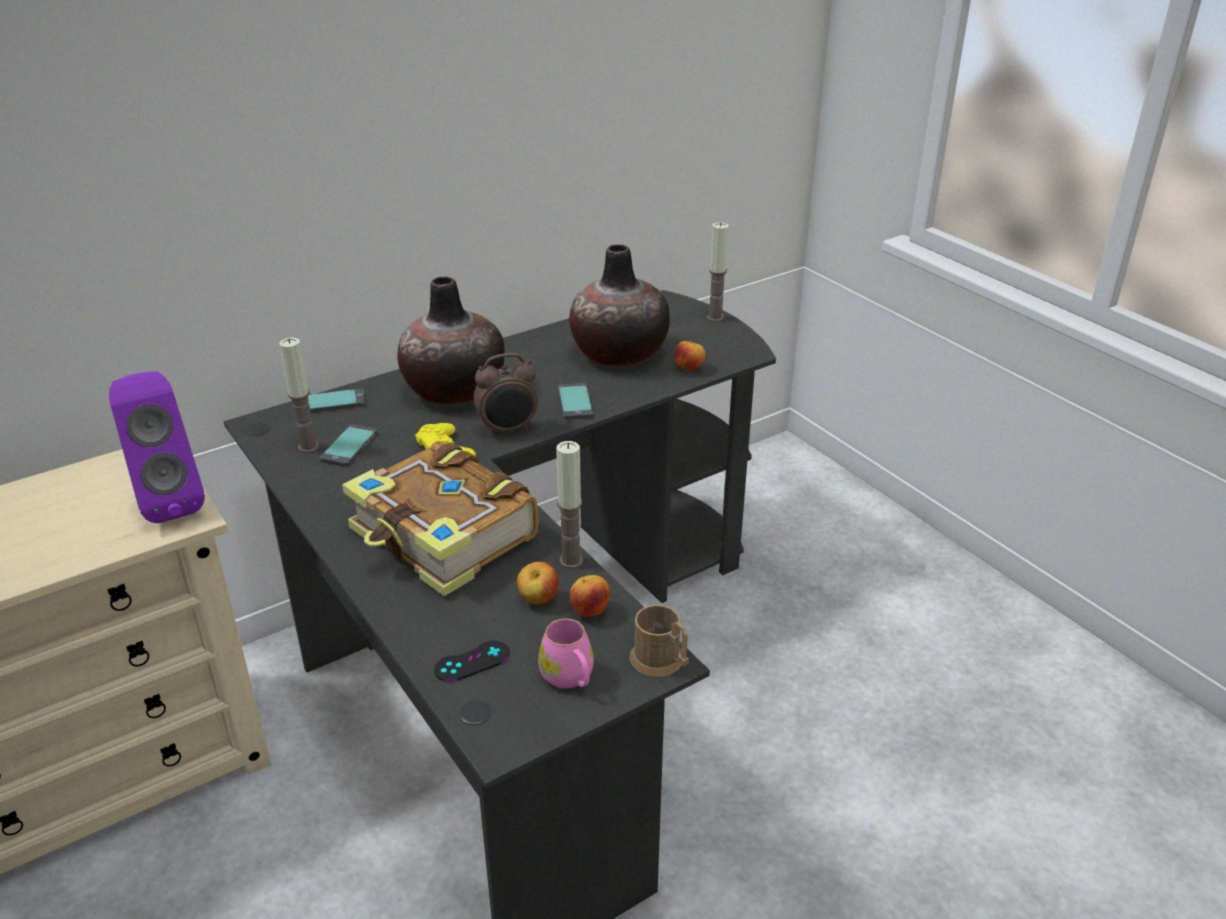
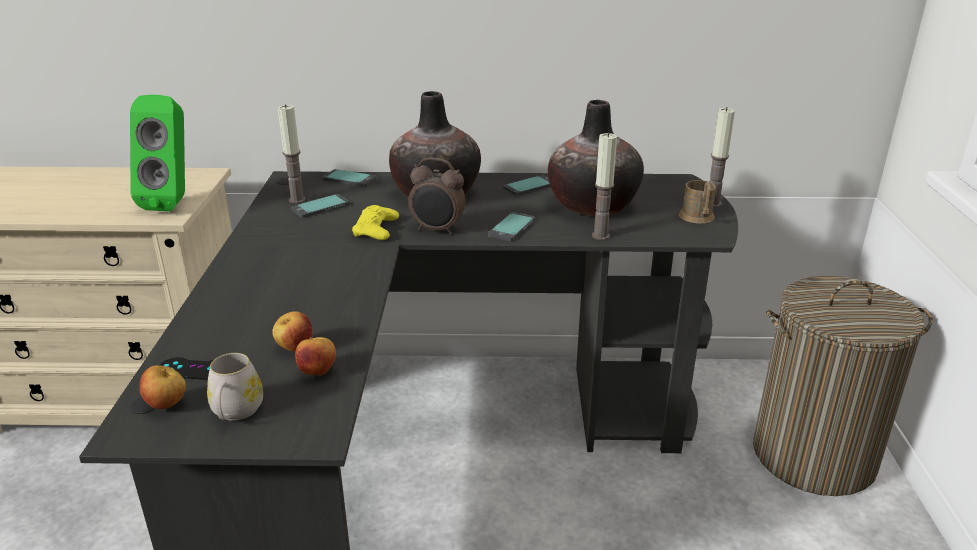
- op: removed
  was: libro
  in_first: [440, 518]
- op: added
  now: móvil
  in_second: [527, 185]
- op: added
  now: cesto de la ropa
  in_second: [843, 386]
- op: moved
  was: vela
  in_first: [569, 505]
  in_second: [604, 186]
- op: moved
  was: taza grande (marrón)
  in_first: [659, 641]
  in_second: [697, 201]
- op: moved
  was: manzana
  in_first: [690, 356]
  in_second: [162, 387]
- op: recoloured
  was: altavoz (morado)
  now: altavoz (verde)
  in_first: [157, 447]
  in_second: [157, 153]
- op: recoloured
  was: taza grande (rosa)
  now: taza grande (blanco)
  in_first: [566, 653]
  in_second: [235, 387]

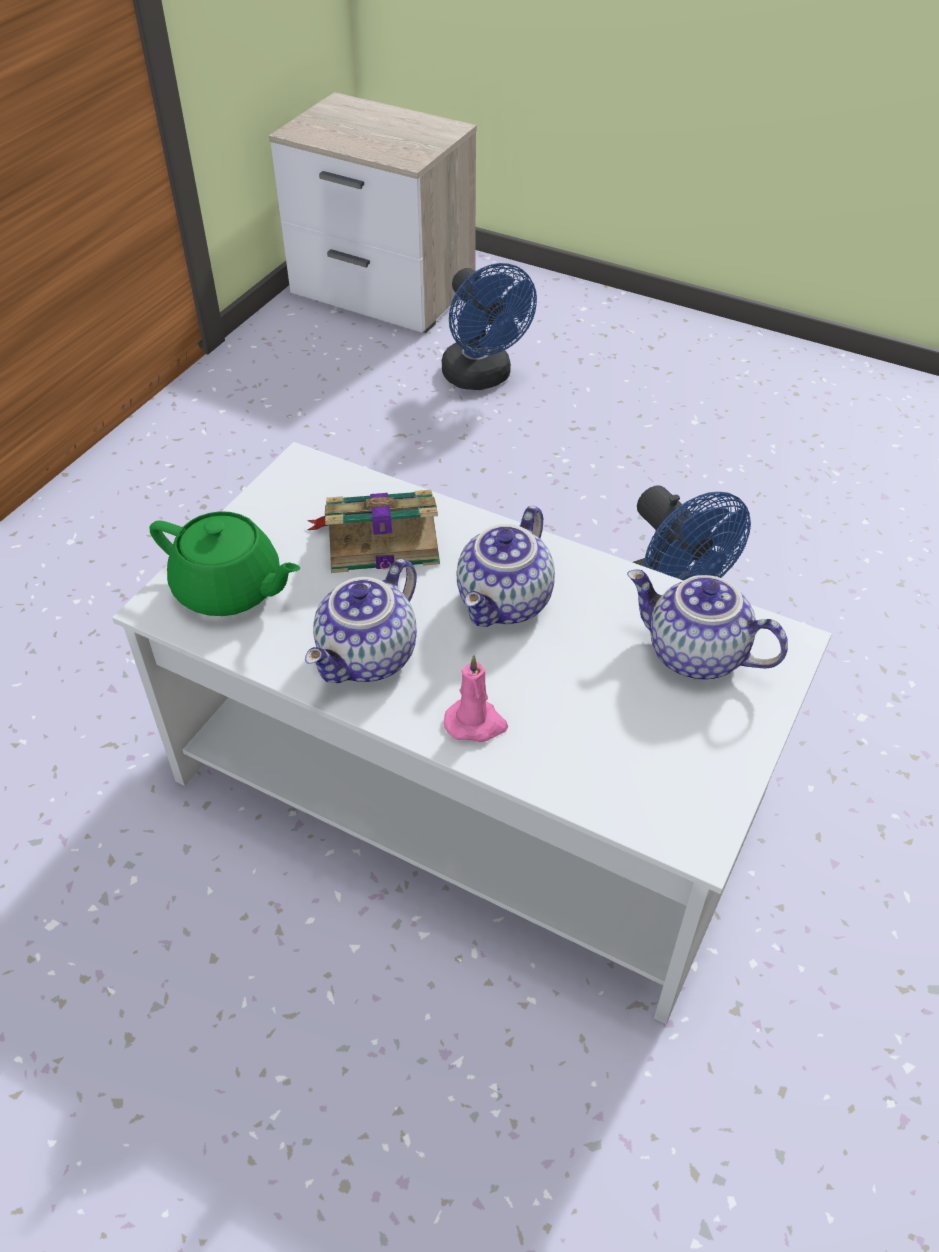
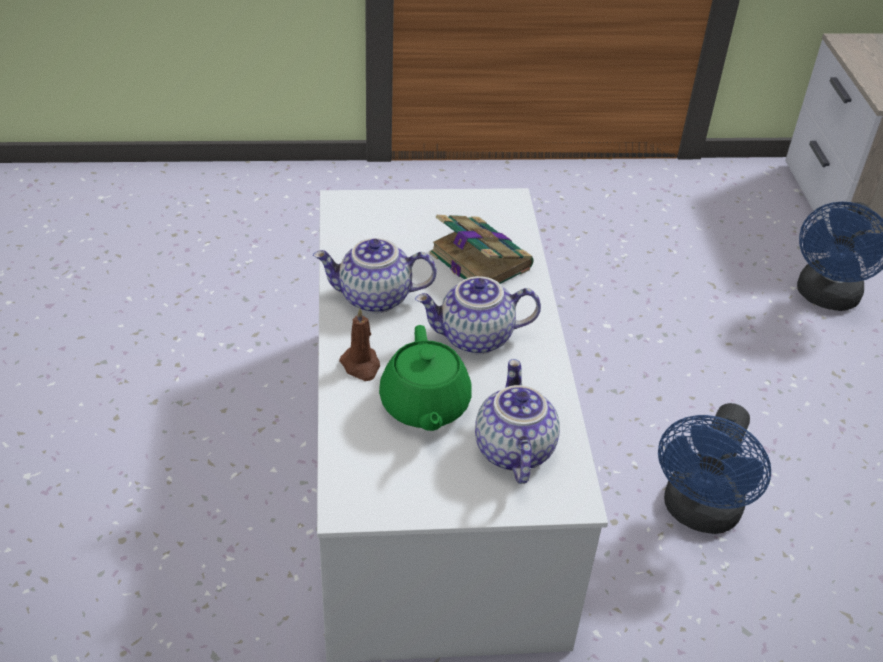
- op: moved
  was: tetera (verde)
  in_first: [225, 563]
  in_second: [425, 378]
- op: recoloured
  was: vela (rosa)
  now: vela (marrón)
  in_first: [476, 698]
  in_second: [359, 344]

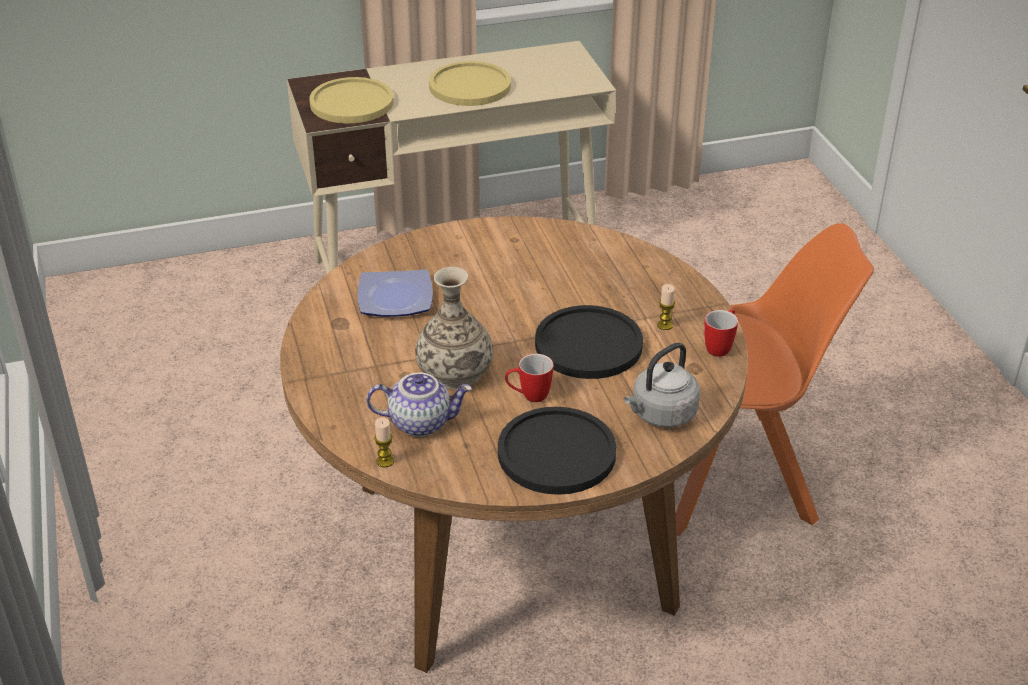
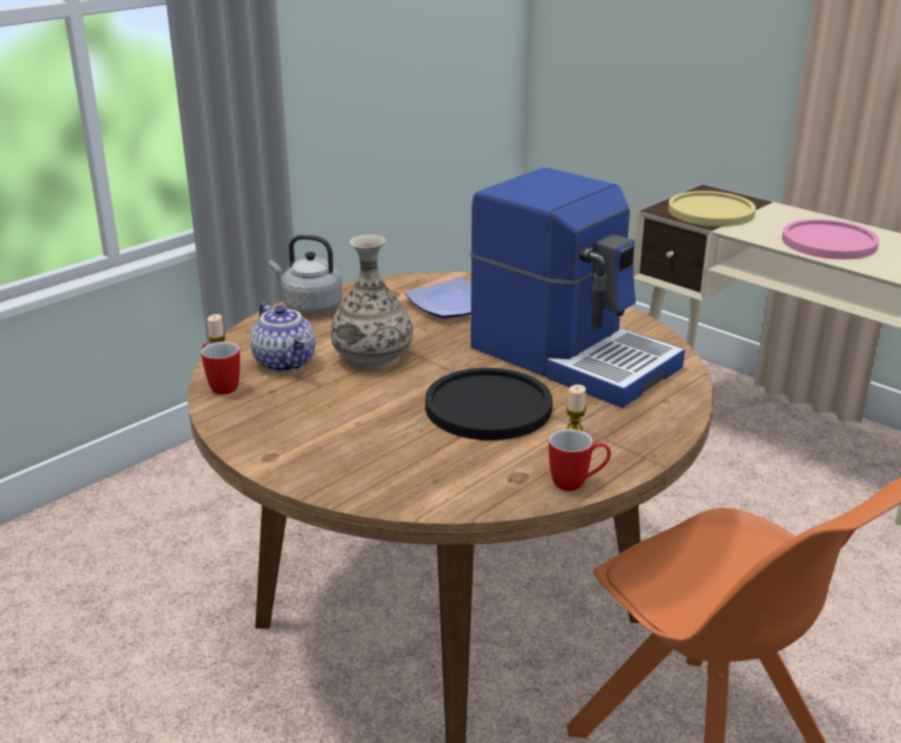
- op: removed
  was: plato (negro)
  in_first: [557, 451]
- op: added
  now: cafetera
  in_second: [577, 288]
- op: moved
  was: taza grande
  in_first: [529, 378]
  in_second: [220, 368]
- op: moved
  was: hervidor (gris)
  in_first: [662, 385]
  in_second: [306, 274]
- op: recoloured
  was: plato (amarillo)
  now: plato (rosa)
  in_first: [470, 83]
  in_second: [830, 239]

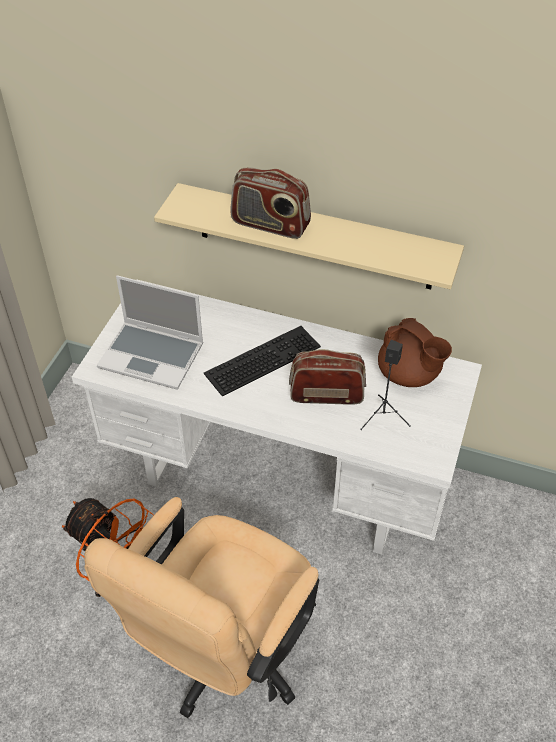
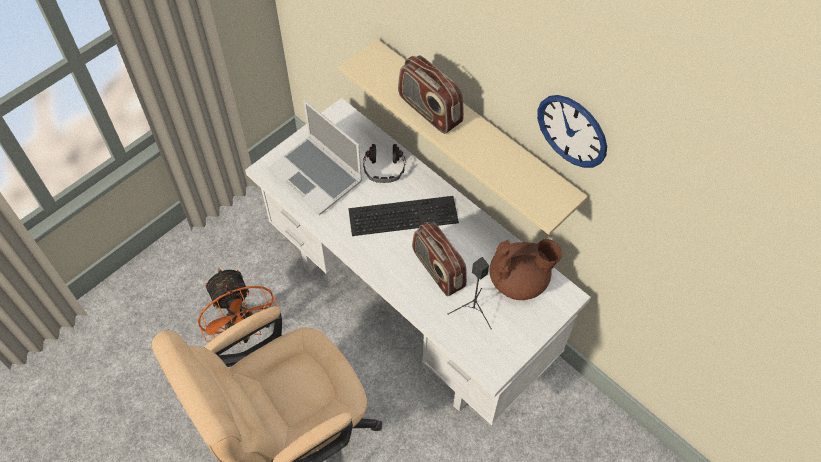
- op: added
  now: auriculares
  in_second: [384, 163]
- op: added
  now: reloj de pared
  in_second: [572, 131]
- op: turned
  was: radio
  in_first: [327, 377]
  in_second: [439, 259]
  clockwise: -150
- op: turned
  was: tetera (marrón)
  in_first: [415, 352]
  in_second: [526, 269]
  clockwise: -75

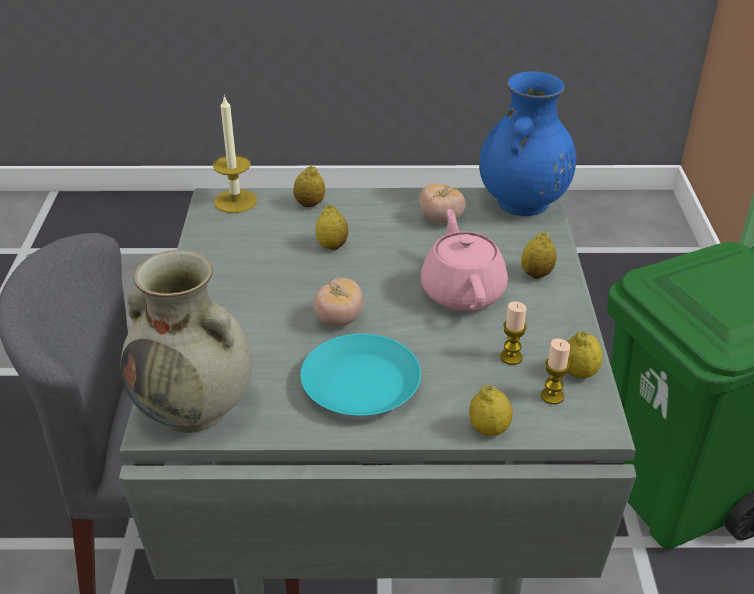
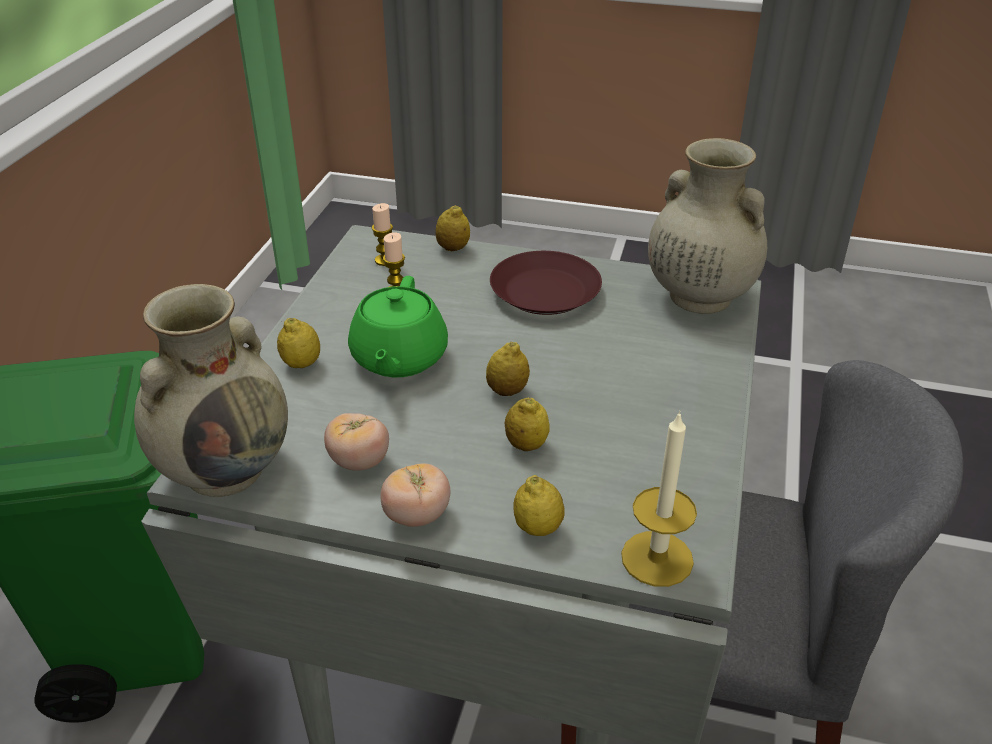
- op: moved
  was: tomate
  in_first: [338, 302]
  in_second: [415, 495]
- op: moved
  was: limón
  in_first: [585, 355]
  in_second: [508, 369]
- op: recoloured
  was: plato (turquesa)
  now: plato (marrón)
  in_first: [361, 375]
  in_second: [546, 283]
- op: recoloured
  was: tetera (rosa)
  now: tetera (verde)
  in_first: [464, 260]
  in_second: [398, 326]
- op: recoloured
  was: florero (azul)
  now: florero (beis)
  in_first: [527, 143]
  in_second: [211, 390]

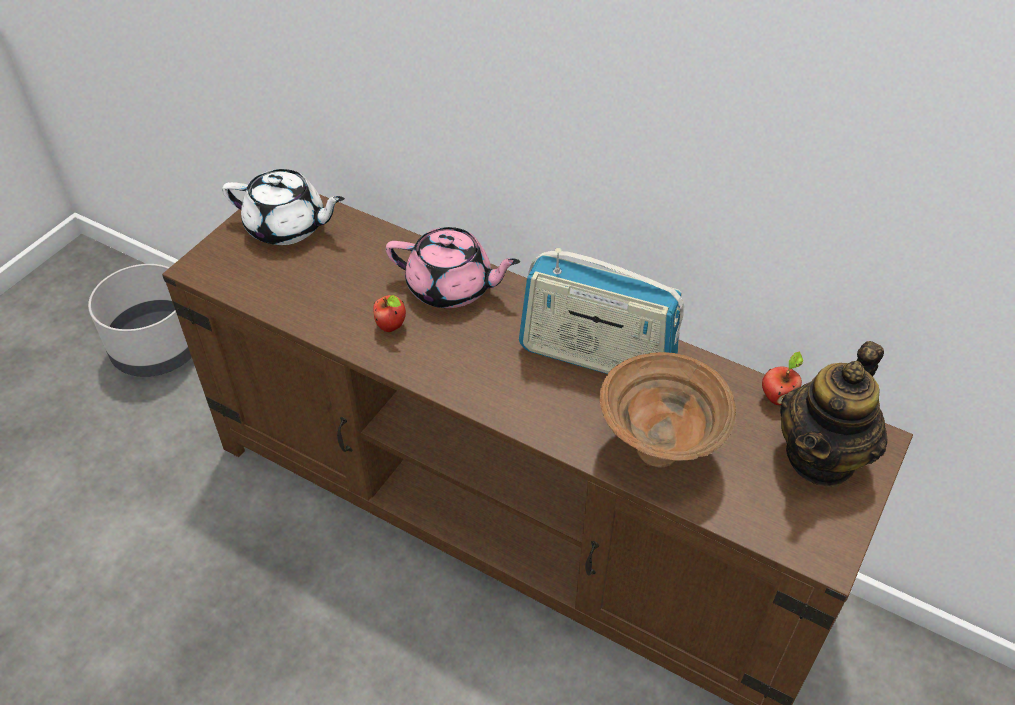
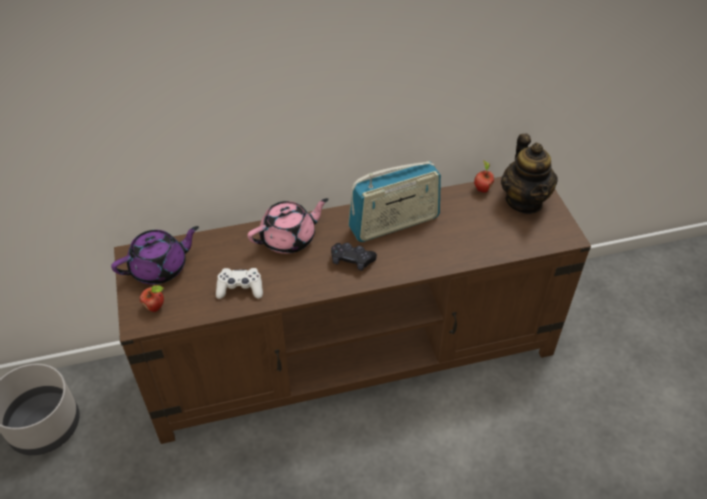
- op: removed
  was: cuenco (marrón)
  in_first: [668, 409]
- op: added
  now: mando de consola (blanco)
  in_second: [239, 283]
- op: added
  now: mando de consola (negro)
  in_second: [354, 257]
- op: moved
  was: manzana
  in_first: [389, 313]
  in_second: [152, 298]
- op: recoloured
  was: tetera (blanco)
  now: tetera (morado)
  in_first: [283, 207]
  in_second: [155, 255]

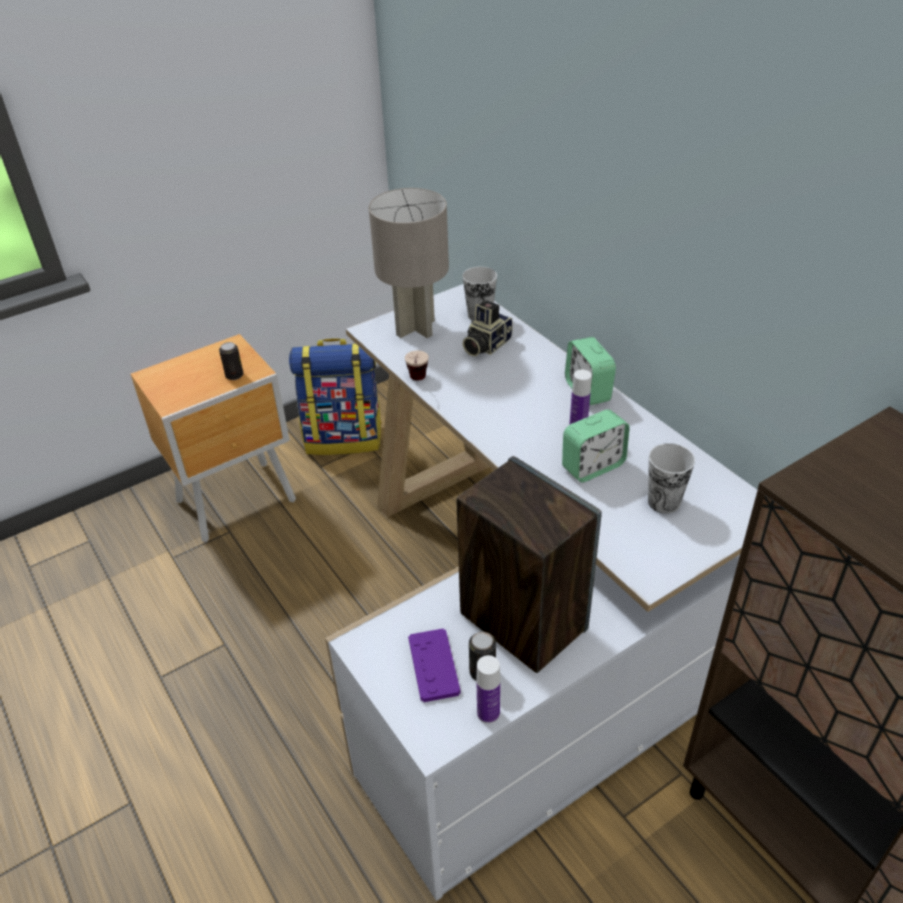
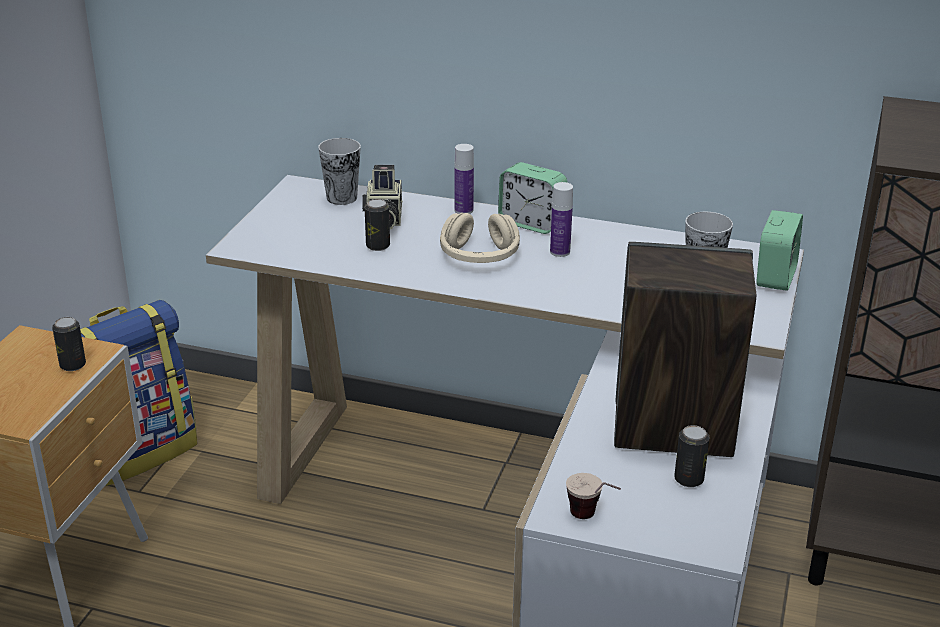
- op: removed
  was: lámpara de mesa (gris)
  in_first: [409, 263]
- op: removed
  was: mando de consola (morado)
  in_first: [434, 665]
- op: added
  now: lata
  in_second: [377, 225]
- op: added
  now: auriculares (beis)
  in_second: [480, 238]
- op: moved
  was: taza
  in_first: [417, 366]
  in_second: [593, 496]
- op: moved
  was: botella
  in_first: [488, 689]
  in_second: [464, 179]
- op: moved
  was: despertador
  in_first: [596, 445]
  in_second: [779, 250]

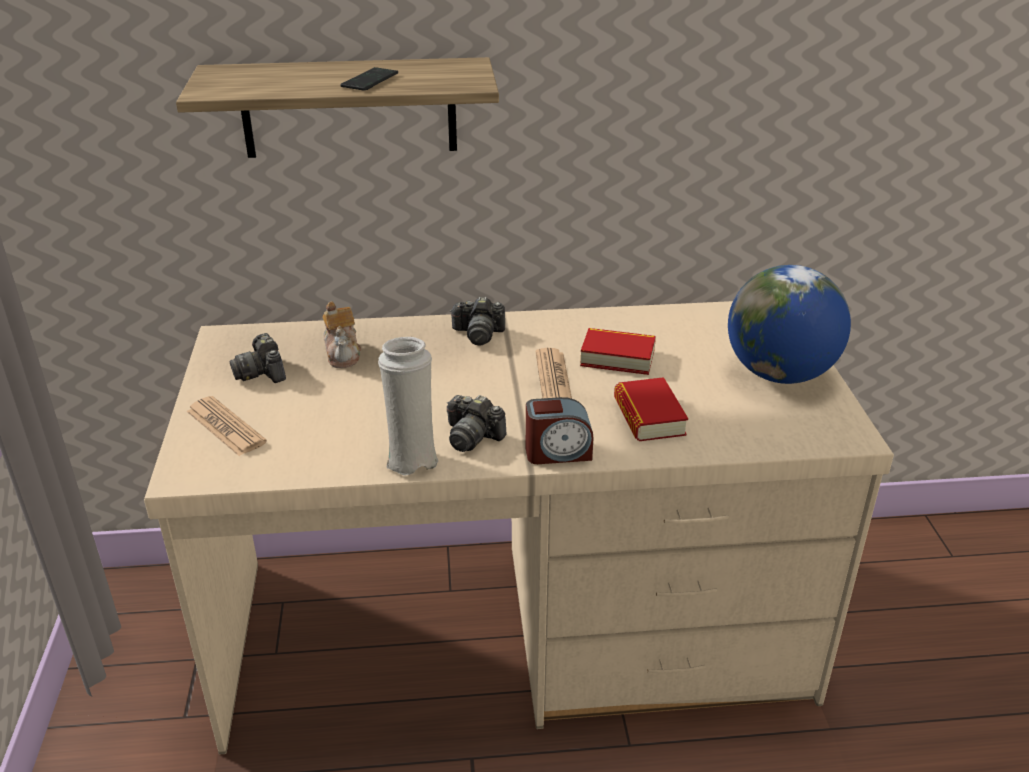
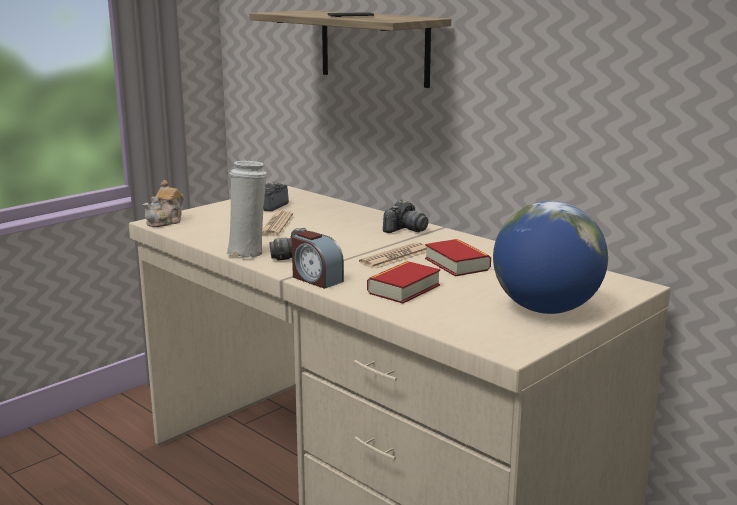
- op: moved
  was: periódico
  in_first: [226, 426]
  in_second: [277, 223]
- op: moved
  was: tetera
  in_first: [341, 335]
  in_second: [163, 203]
- op: turned
  was: cámara
  in_first: [477, 321]
  in_second: [406, 216]
  clockwise: -105

